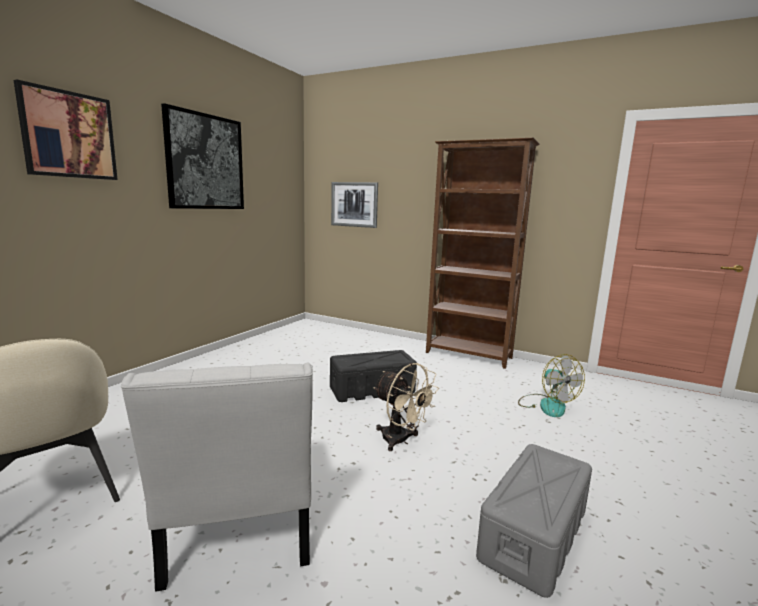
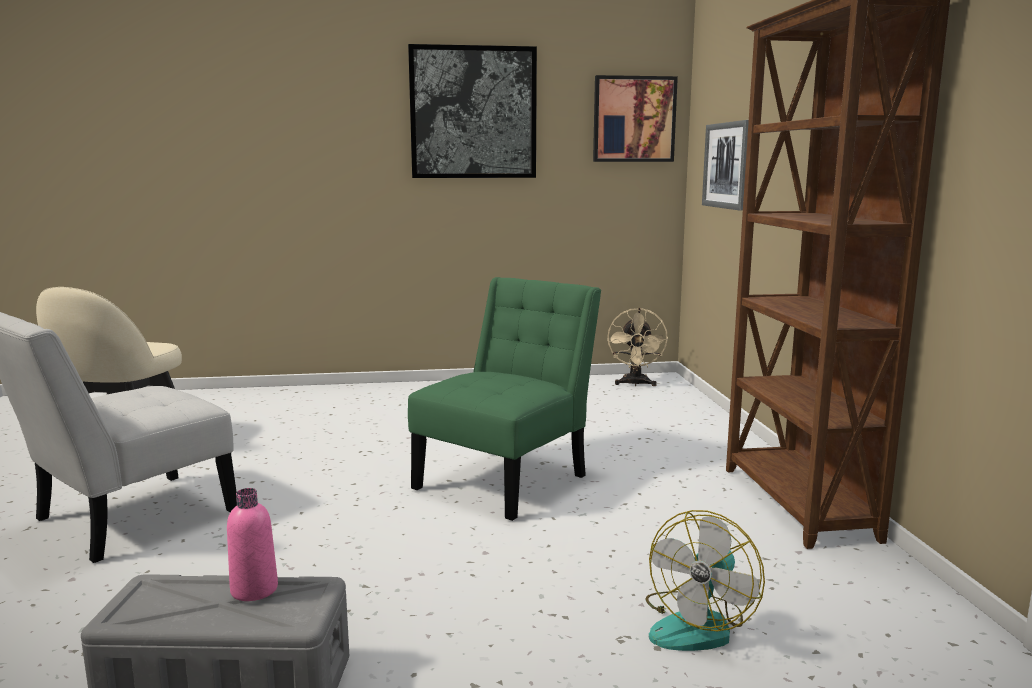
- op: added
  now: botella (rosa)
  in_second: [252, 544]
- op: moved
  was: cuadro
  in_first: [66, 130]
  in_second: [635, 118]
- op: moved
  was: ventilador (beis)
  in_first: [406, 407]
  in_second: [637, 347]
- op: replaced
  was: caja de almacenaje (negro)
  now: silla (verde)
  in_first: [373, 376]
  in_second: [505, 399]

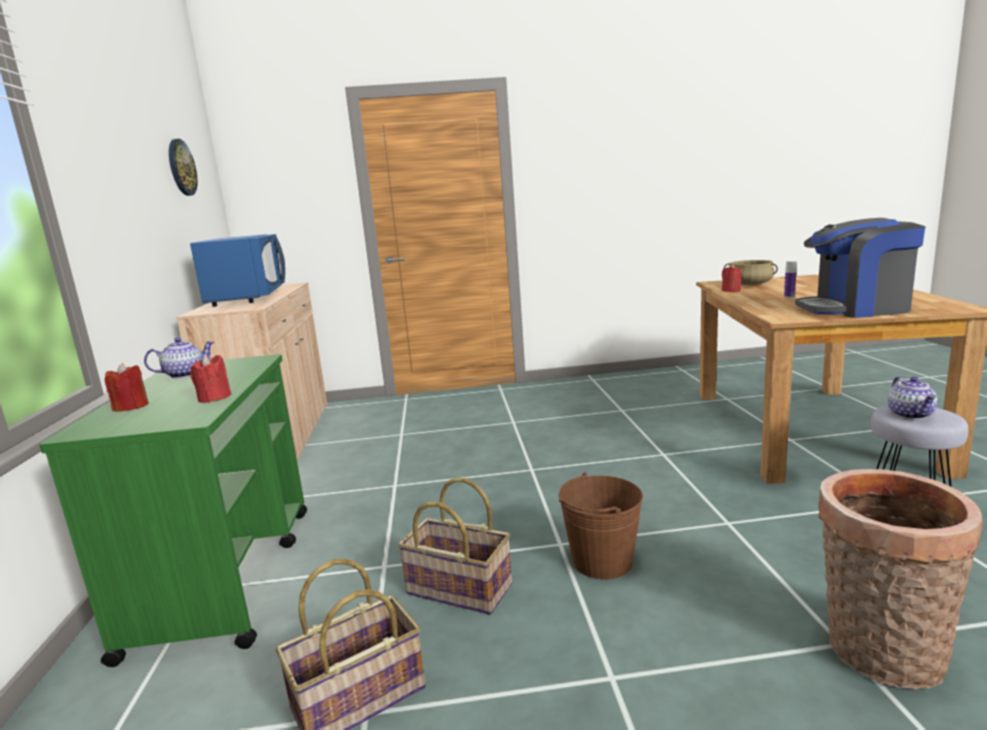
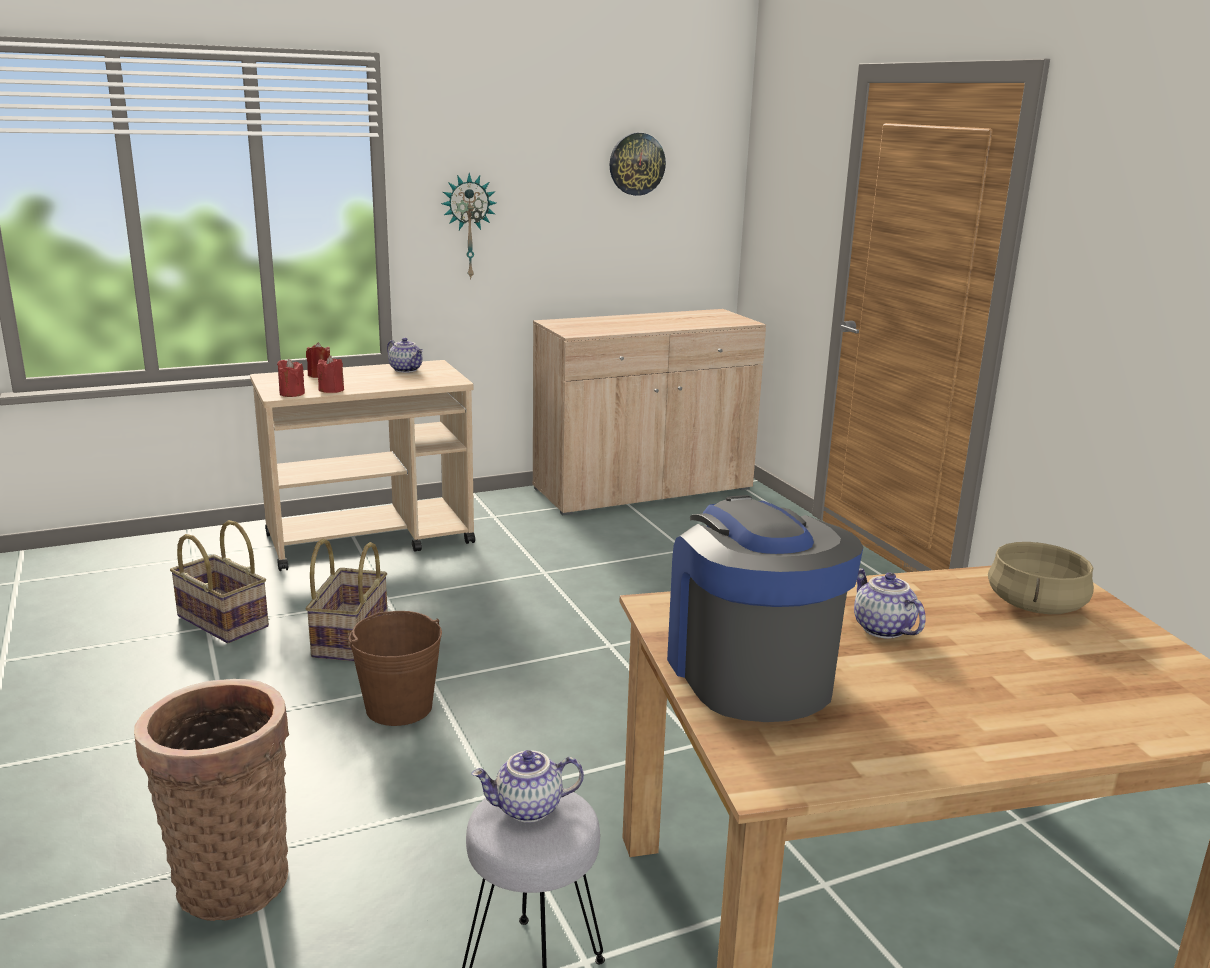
- op: removed
  was: microondas (azul)
  in_first: [237, 270]
- op: added
  now: reloj de pared
  in_second: [468, 226]
- op: moved
  was: vela (rojo)
  in_first: [732, 278]
  in_second: [291, 378]
- op: replaced
  was: botella
  now: tetera
  in_first: [790, 279]
  in_second: [889, 603]
- op: recoloured
  was: carrito (verde)
  now: carrito (beis)
  in_first: [173, 510]
  in_second: [362, 465]

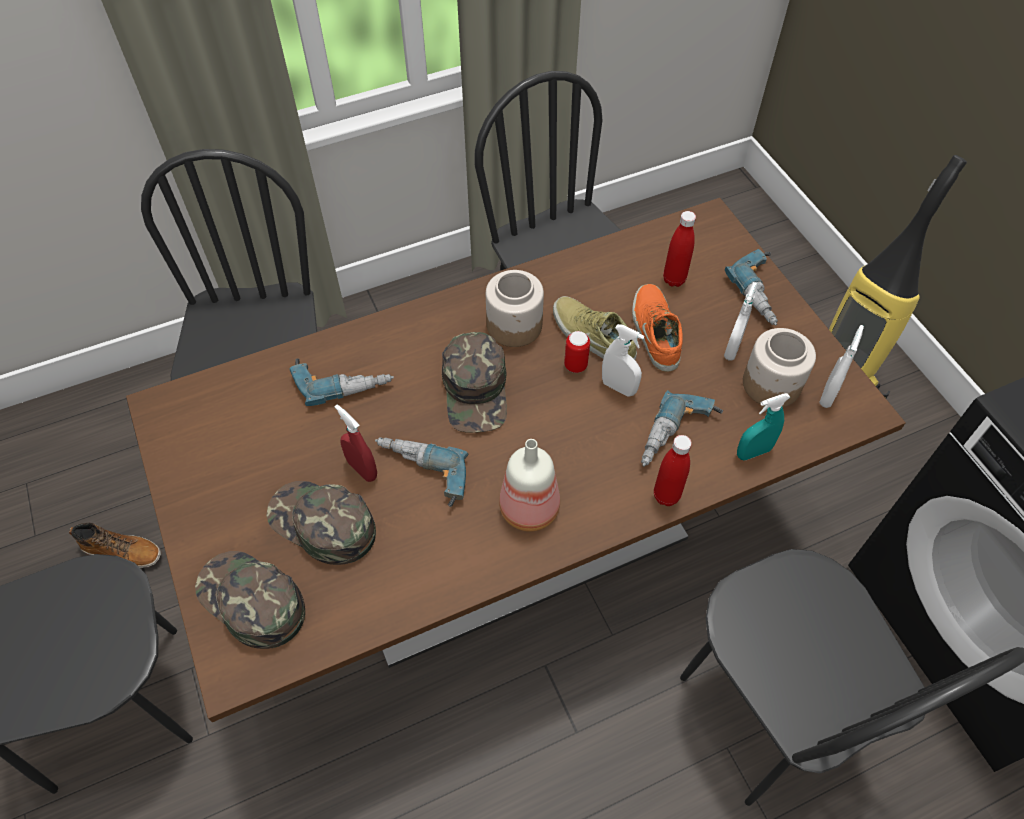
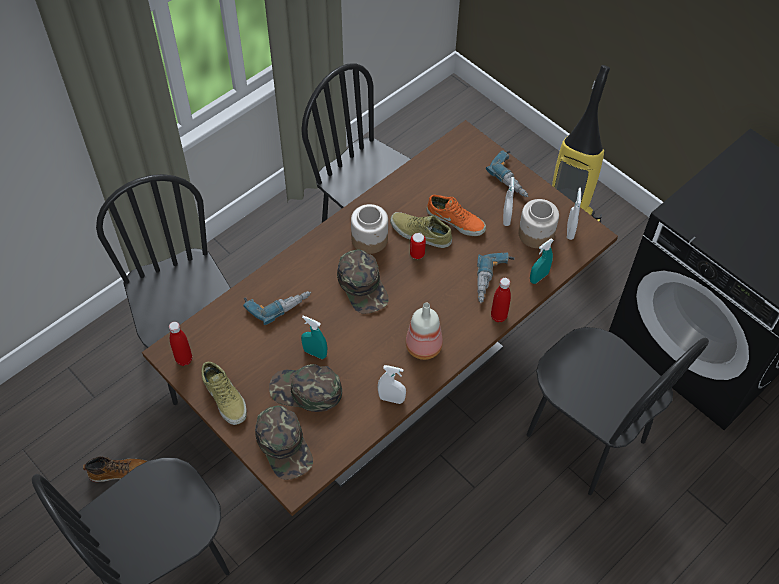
- op: removed
  was: taladro
  in_first: [421, 472]
- op: added
  now: zapato (beis)
  in_second: [224, 393]
- op: moved
  was: pulverizador (blanco)
  in_first: [623, 360]
  in_second: [392, 384]
- op: moved
  was: botella (rojo)
  in_first: [679, 249]
  in_second: [180, 344]
- op: recoloured
  was: pulverizador (rojo)
  now: pulverizador (turquesa)
  in_first: [356, 443]
  in_second: [314, 337]
- op: turned
  was: gorra (verde)
  in_first: [250, 600]
  in_second: [284, 443]
  clockwise: -135
- op: turned
  was: zapato (naranja)
  in_first: [657, 328]
  in_second: [456, 215]
  clockwise: 150

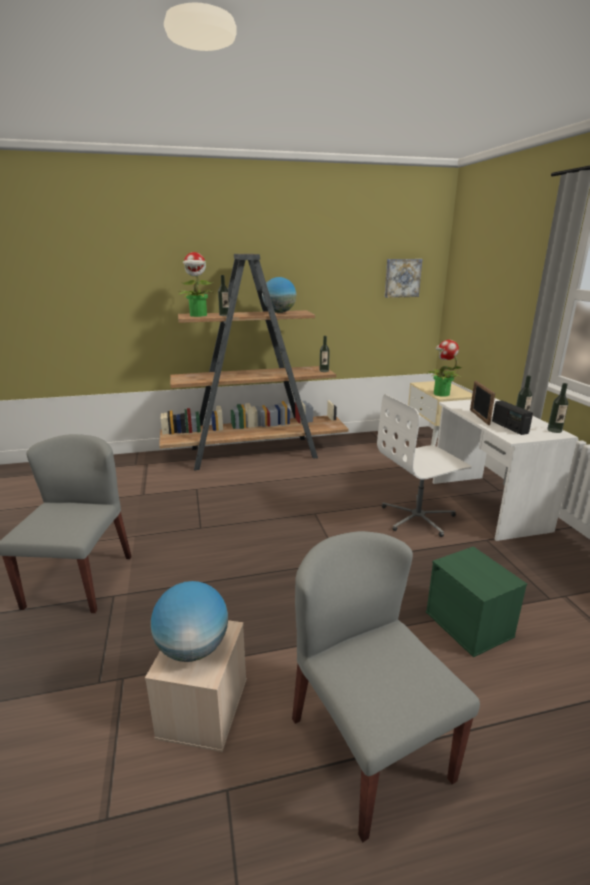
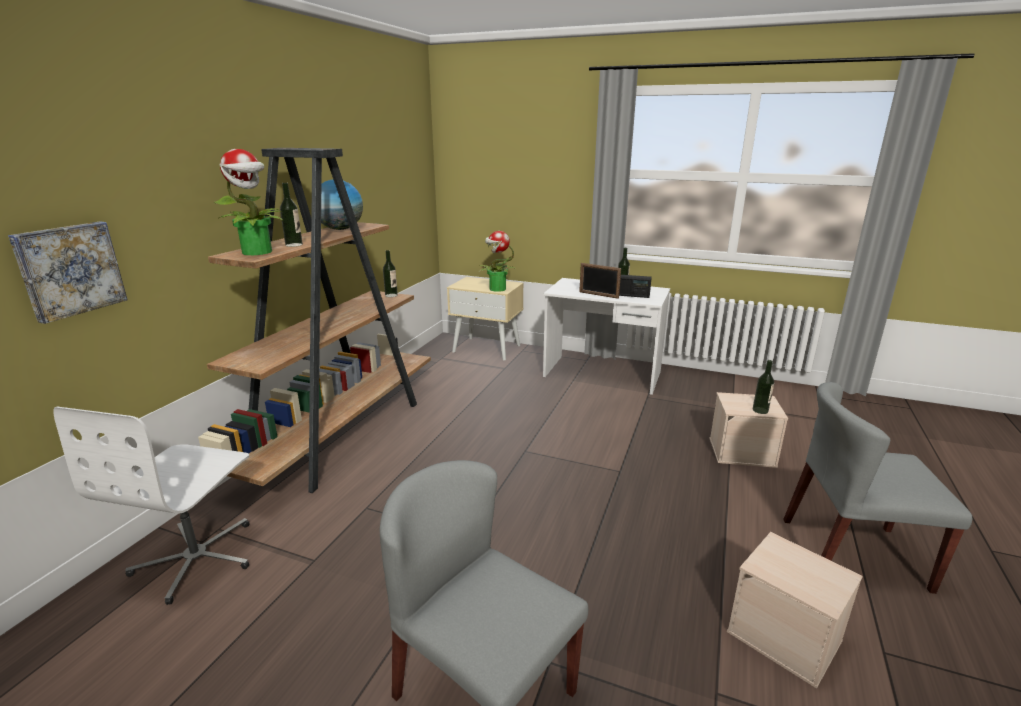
- op: removed
  was: globo terráqueo
  in_first: [189, 621]
- op: moved
  was: silla de oficina (blanco)
  in_first: [424, 465]
  in_second: [151, 506]
- op: moved
  was: cuadro
  in_first: [403, 278]
  in_second: [67, 272]
- op: moved
  was: botella
  in_first: [557, 408]
  in_second: [763, 387]
- op: recoloured
  was: caja de almacenaje (verde)
  now: caja de almacenaje (beis)
  in_first: [476, 601]
  in_second: [749, 430]

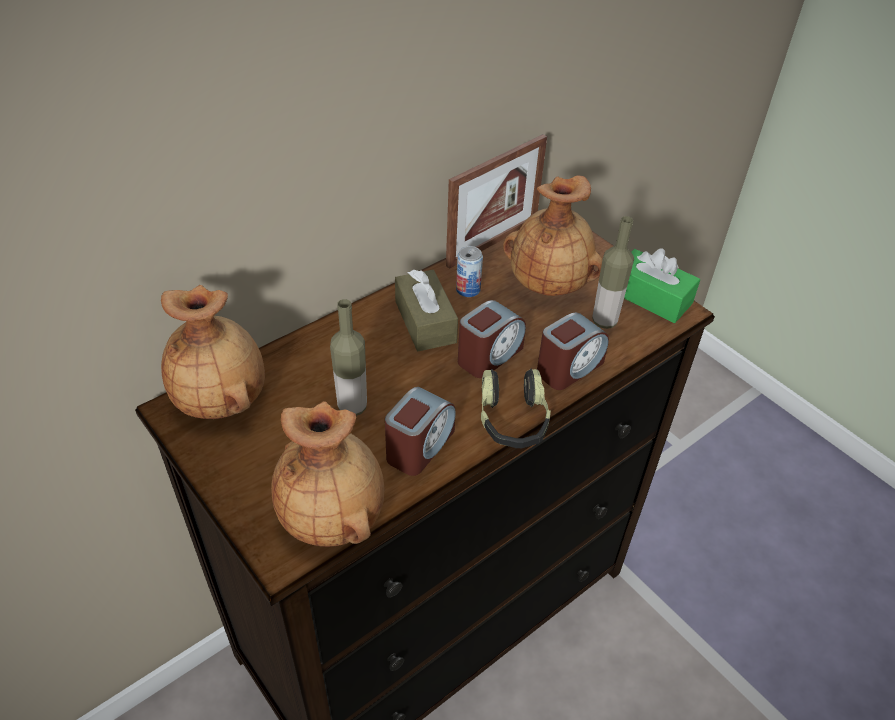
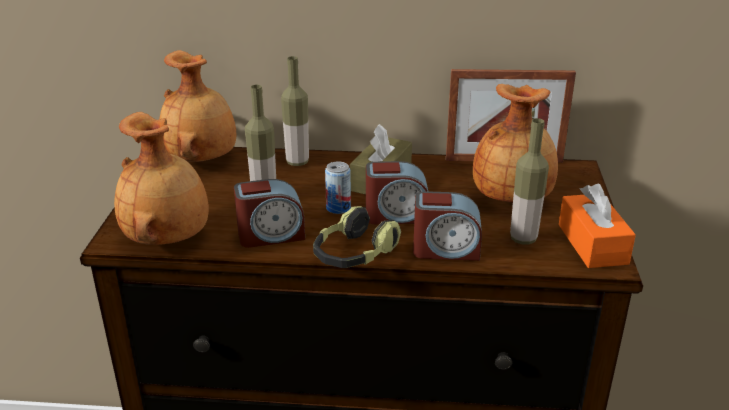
- op: added
  now: botella
  in_second: [295, 111]
- op: moved
  was: lata
  in_first: [469, 271]
  in_second: [338, 187]
- op: recoloured
  was: caja de pañuelos (verde)
  now: caja de pañuelos (naranja)
  in_first: [662, 285]
  in_second: [597, 226]

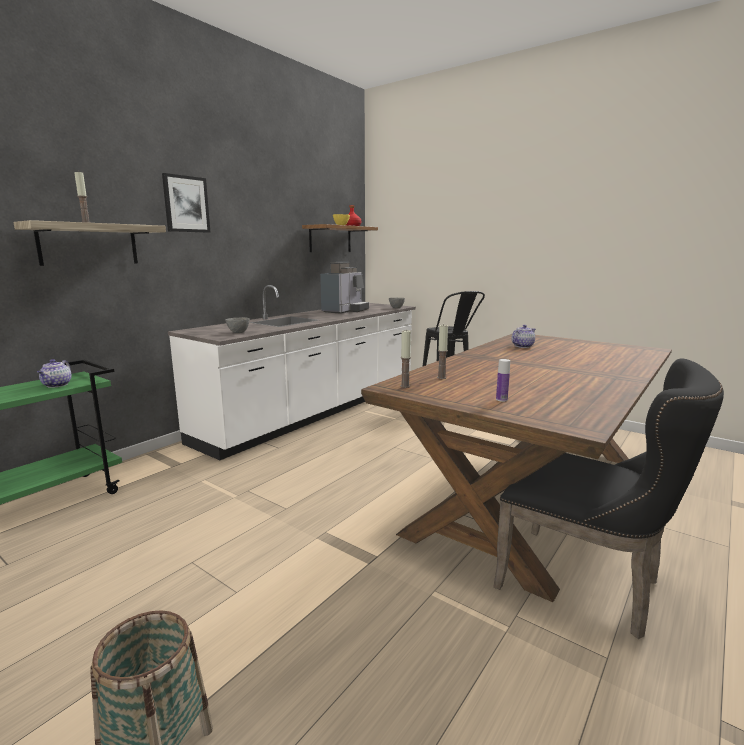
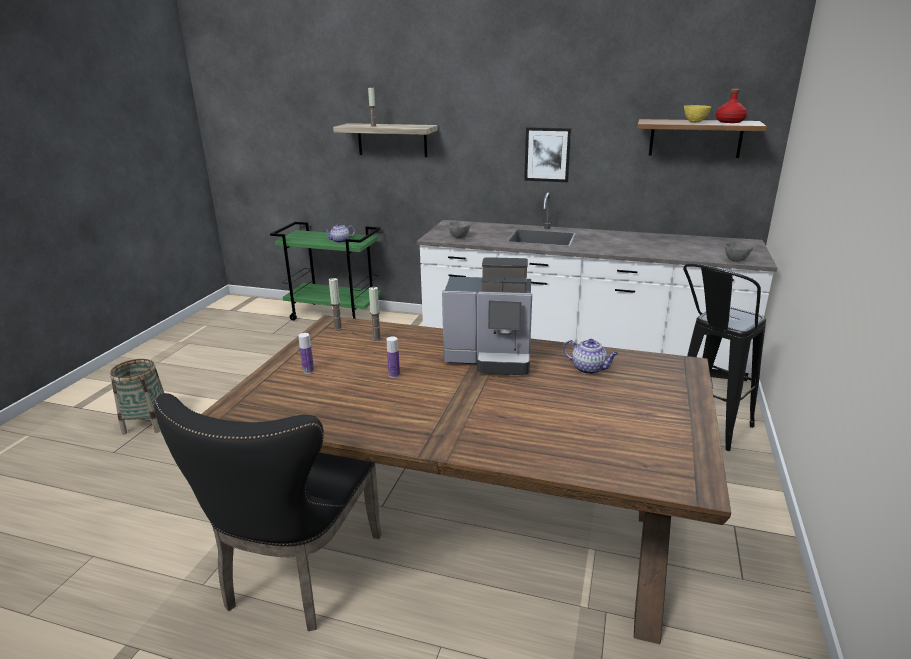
- op: added
  now: botella
  in_second: [393, 357]
- op: moved
  was: cuadro
  in_first: [186, 203]
  in_second: [548, 154]
- op: moved
  was: cafetera
  in_first: [344, 288]
  in_second: [487, 316]

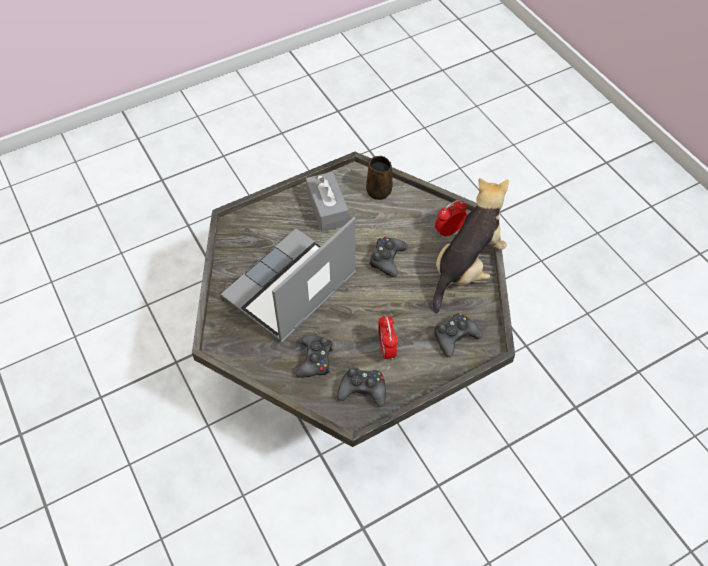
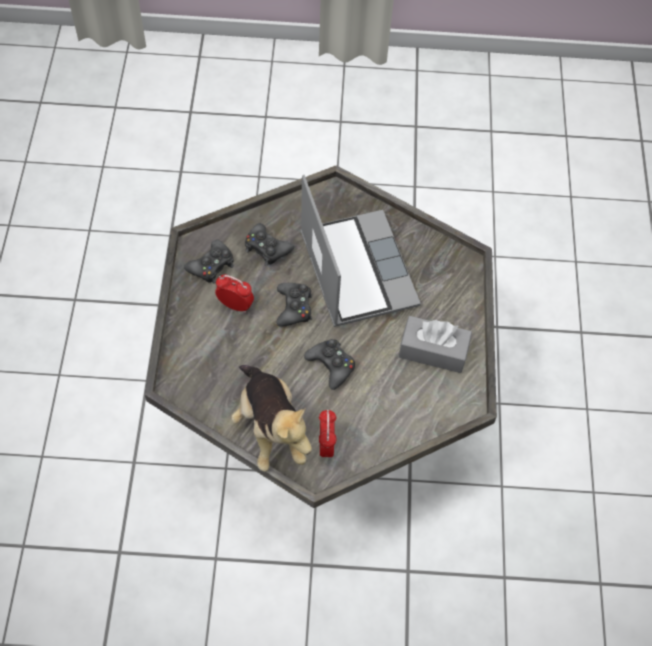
- op: removed
  was: taza grande (marrón)
  in_first: [379, 178]
- op: moved
  was: mando de consola (negro)
  in_first: [458, 335]
  in_second: [294, 305]

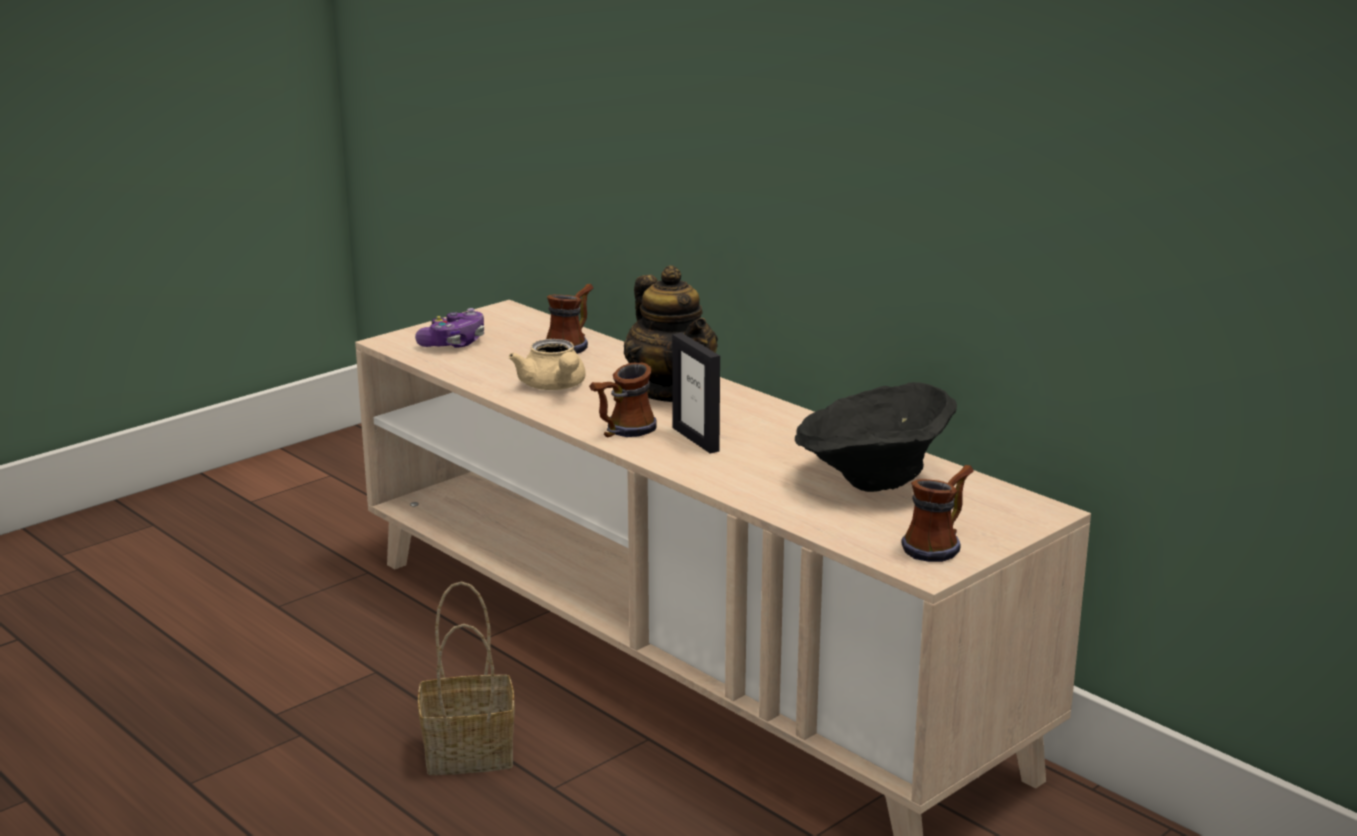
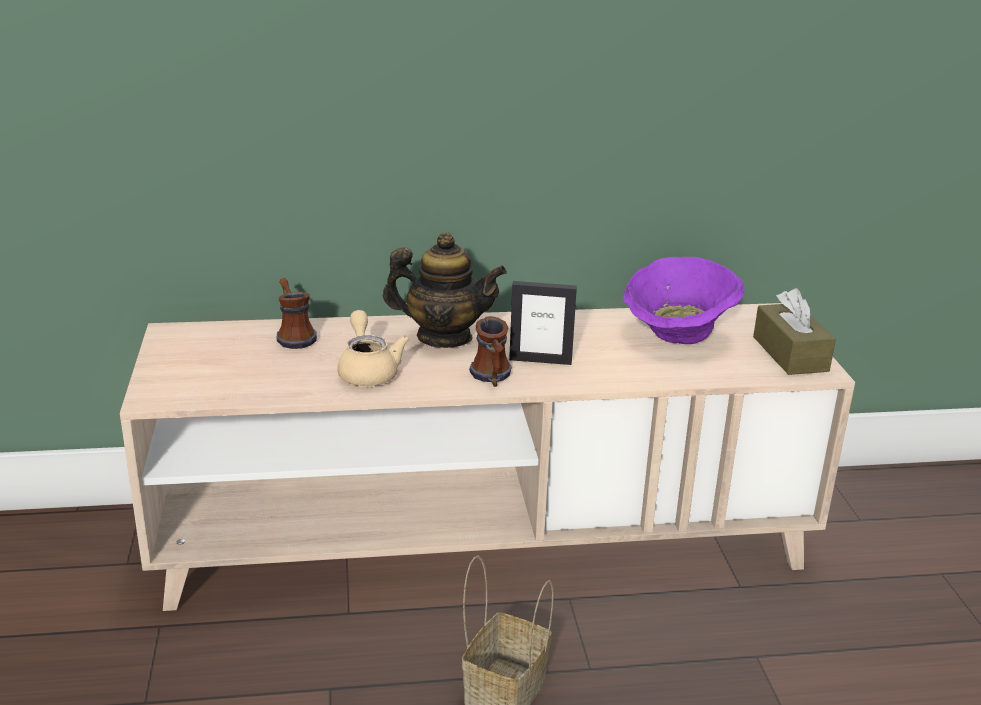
- op: removed
  was: mando de consola
  in_first: [449, 328]
- op: replaced
  was: taza grande
  now: caja de pañuelos (marrón)
  in_first: [937, 513]
  in_second: [794, 331]
- op: recoloured
  was: cuenco (negro)
  now: cuenco (morado)
  in_first: [876, 437]
  in_second: [684, 300]
- op: turned
  was: tetera (beis)
  in_first: [547, 364]
  in_second: [373, 348]
  clockwise: -120

